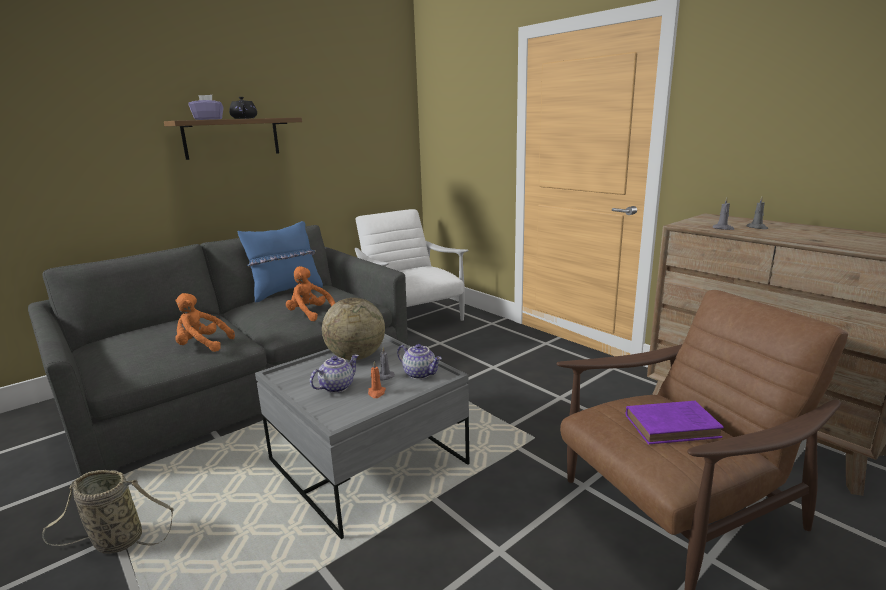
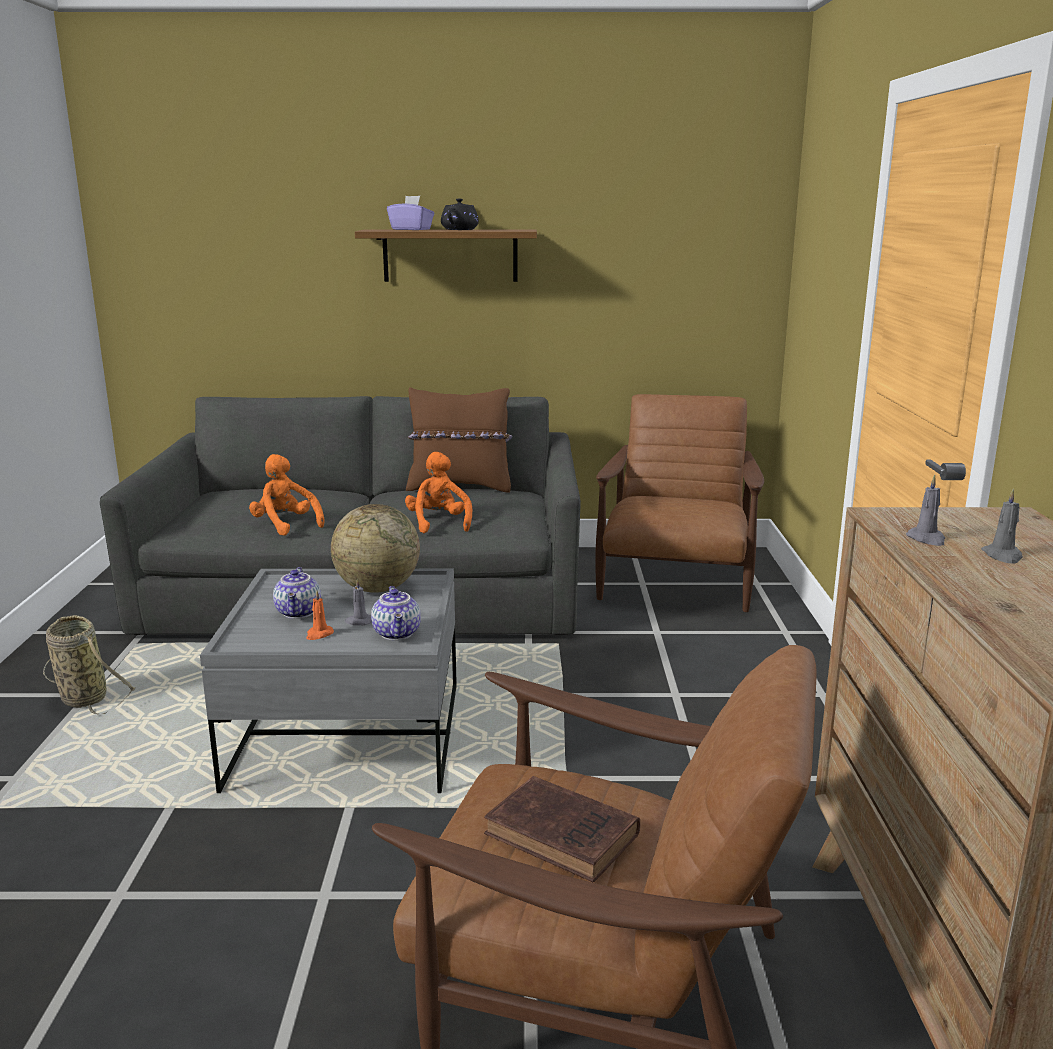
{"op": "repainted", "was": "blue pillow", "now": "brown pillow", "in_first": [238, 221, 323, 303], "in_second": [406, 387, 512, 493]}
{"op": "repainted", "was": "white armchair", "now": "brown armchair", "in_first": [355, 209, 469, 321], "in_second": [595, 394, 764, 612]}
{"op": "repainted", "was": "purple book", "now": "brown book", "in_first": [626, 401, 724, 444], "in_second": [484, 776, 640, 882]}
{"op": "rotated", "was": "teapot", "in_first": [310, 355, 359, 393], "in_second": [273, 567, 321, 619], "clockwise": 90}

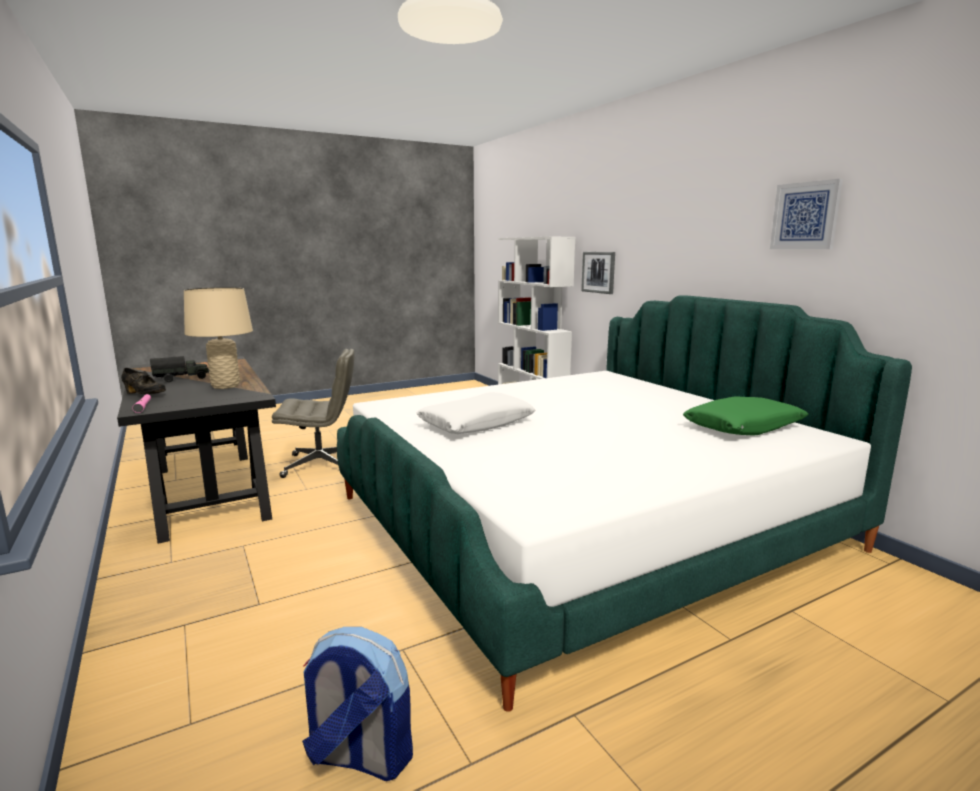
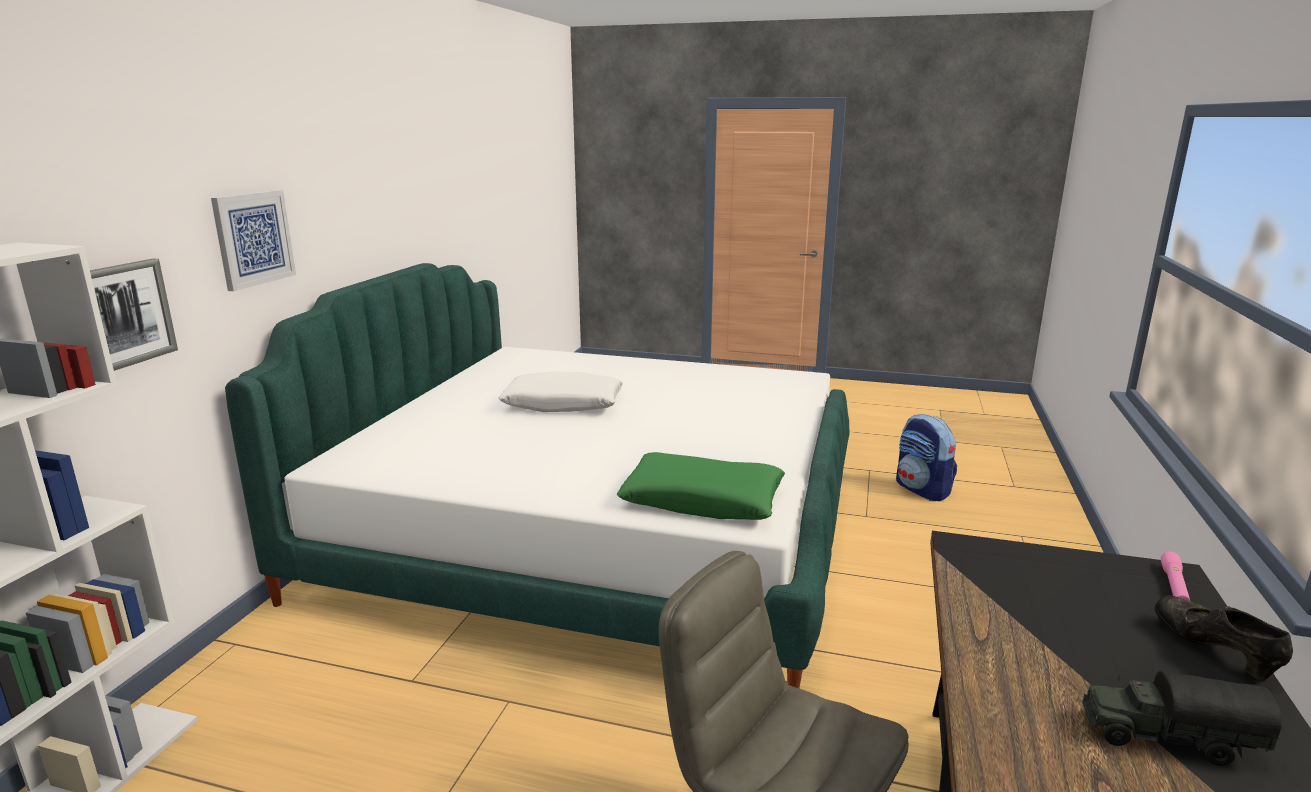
{"op": "gone", "was": "beige table lamp", "in_first": [184, 287, 253, 389]}
{"op": "shifted", "was": "white pillow", "in_first": [416, 392, 535, 434], "in_second": [499, 372, 623, 412]}
{"op": "shifted", "was": "green pillow", "in_first": [683, 396, 808, 436], "in_second": [617, 452, 785, 520]}
{"op": "shifted", "was": "picture", "in_first": [770, 179, 843, 249], "in_second": [211, 190, 296, 291]}

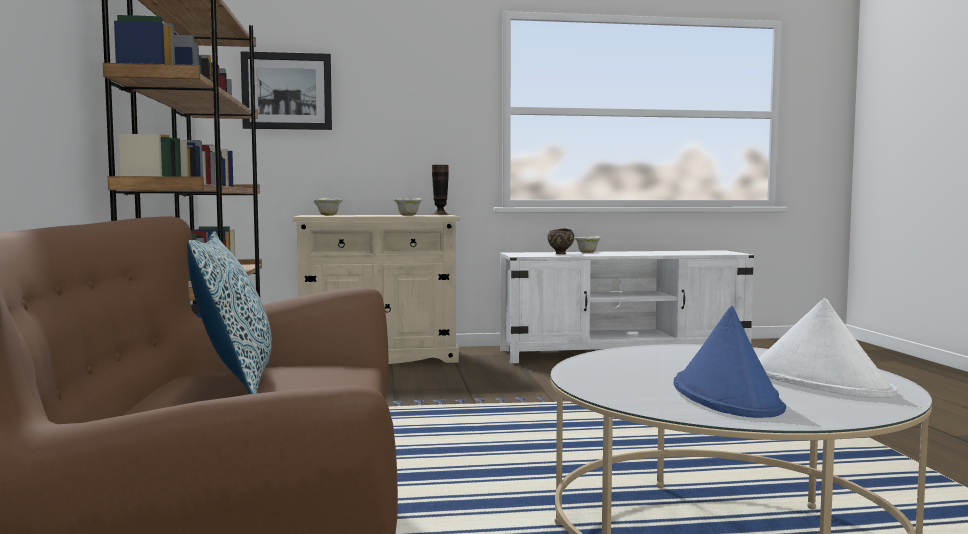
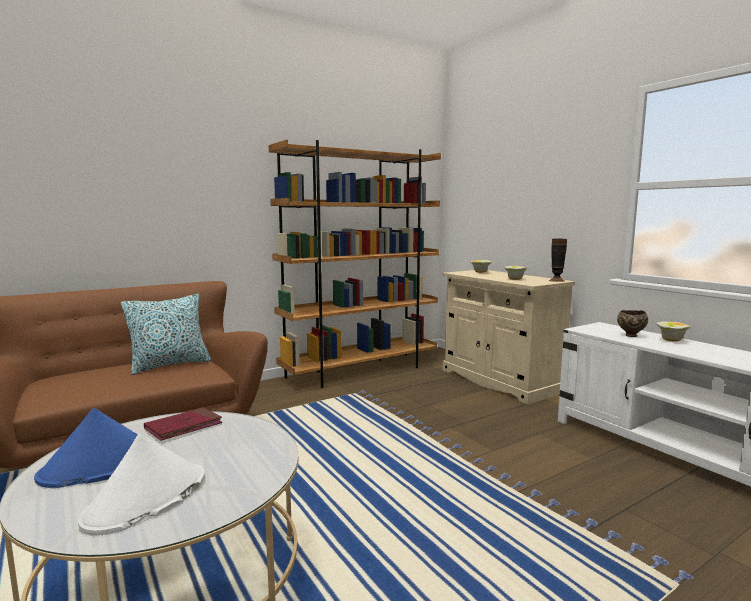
{"op": "gone", "was": "picture", "in_first": [241, 51, 332, 130]}
{"op": "new", "now": "red book", "in_second": [144, 407, 222, 441]}

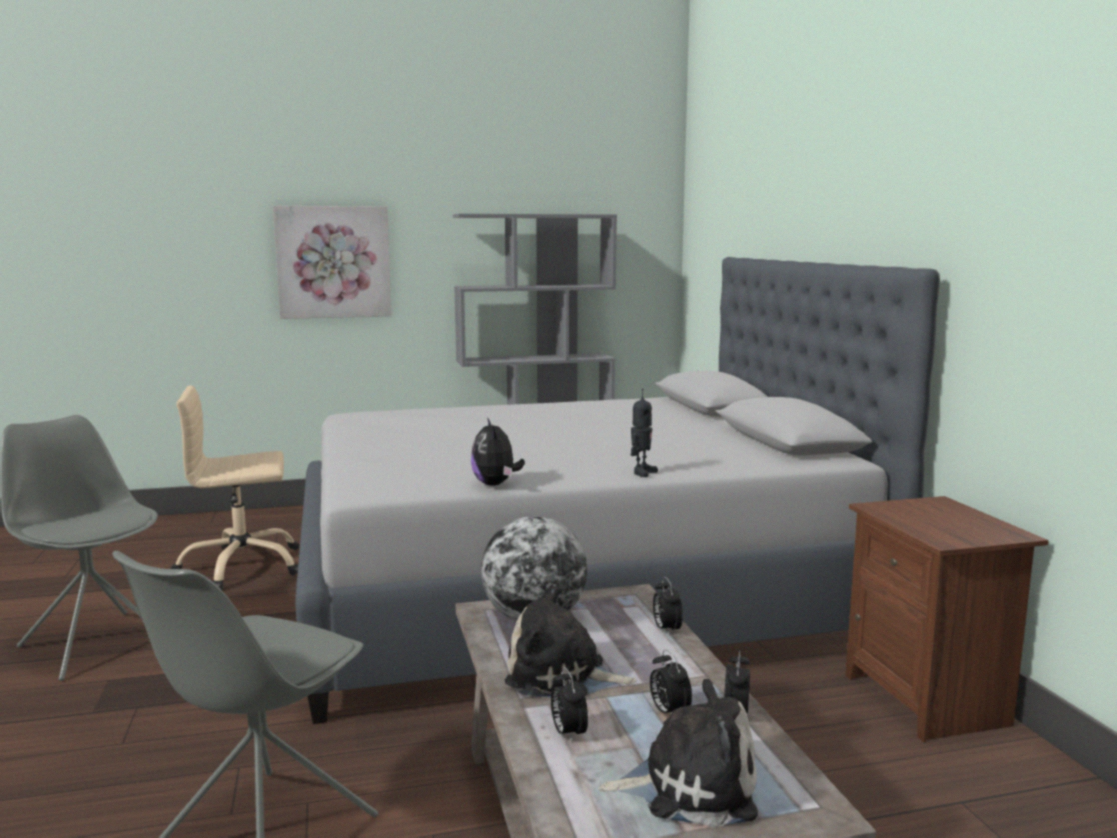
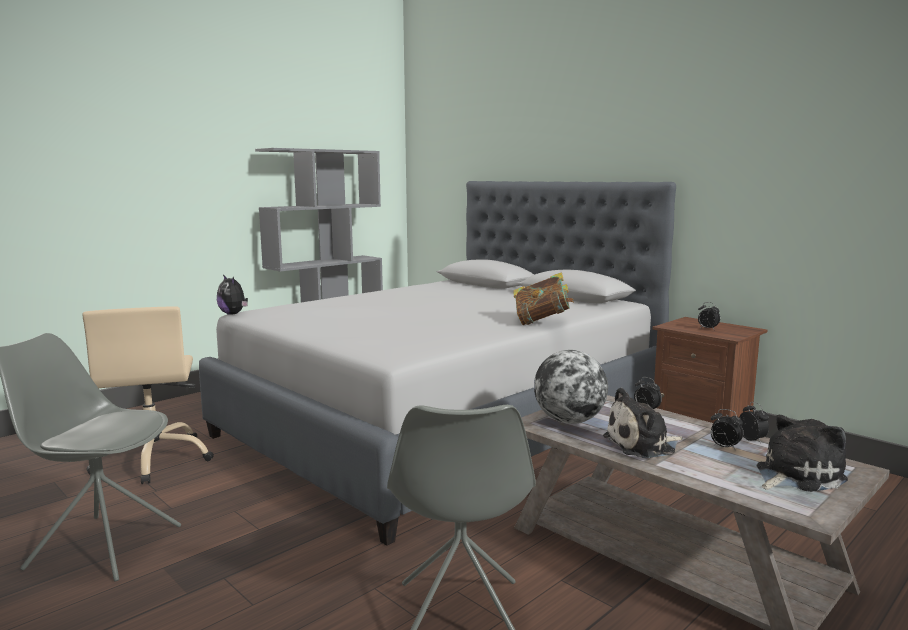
{"op": "gone", "was": "picture", "in_first": [273, 206, 392, 319]}
{"op": "shifted", "was": "plush toy", "in_first": [471, 417, 525, 486], "in_second": [217, 274, 248, 315]}
{"op": "shifted", "was": "alarm clock", "in_first": [551, 667, 588, 743], "in_second": [698, 302, 720, 329]}
{"op": "swapped", "was": "toy robot", "now": "book", "in_first": [631, 389, 658, 477], "in_second": [513, 272, 574, 325]}
{"op": "rotated", "was": "beige office chair", "in_first": [171, 385, 299, 590], "in_second": [82, 306, 214, 484], "clockwise": -60}

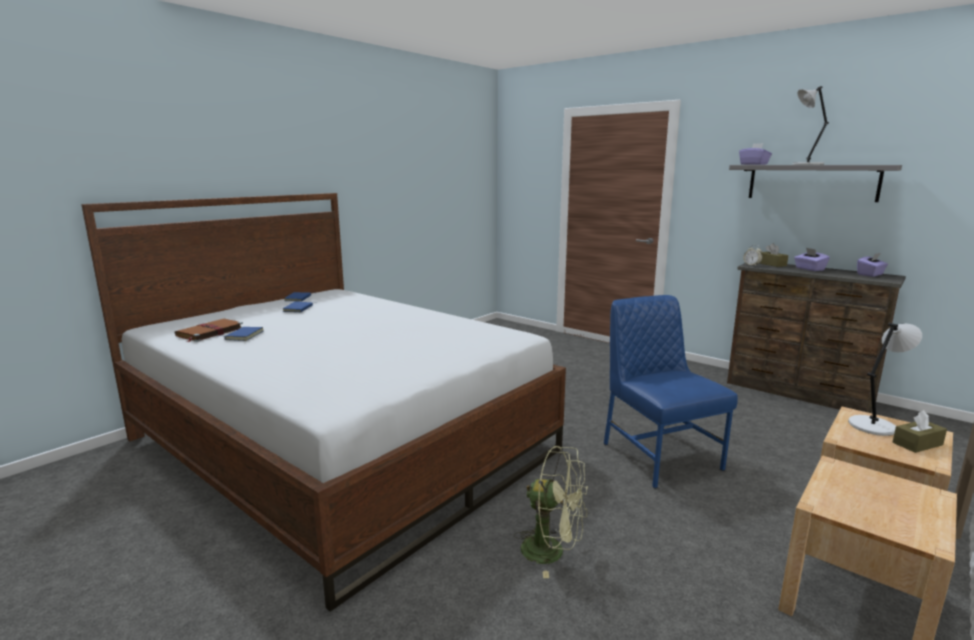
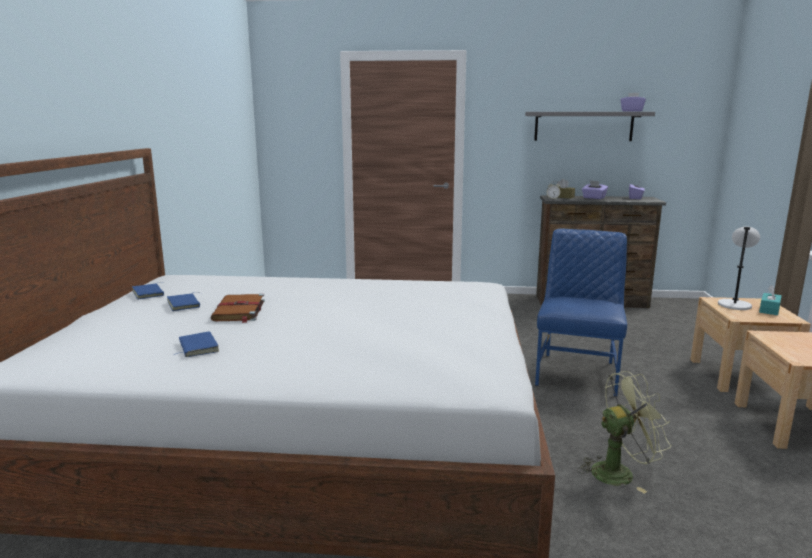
{"op": "gone", "was": "grey table lamp", "in_first": [793, 86, 829, 165]}
{"op": "shifted", "was": "brown book", "in_first": [175, 319, 243, 342], "in_second": [210, 294, 265, 323]}
{"op": "shifted", "was": "purple tissue box", "in_first": [739, 143, 772, 165], "in_second": [621, 93, 646, 112]}
{"op": "repainted", "was": "brown tissue box", "now": "turquoise tissue box", "in_first": [893, 410, 947, 453], "in_second": [759, 285, 782, 315]}
{"op": "rotated", "was": "blue chair", "in_first": [604, 295, 738, 489], "in_second": [535, 229, 627, 397], "clockwise": 75}

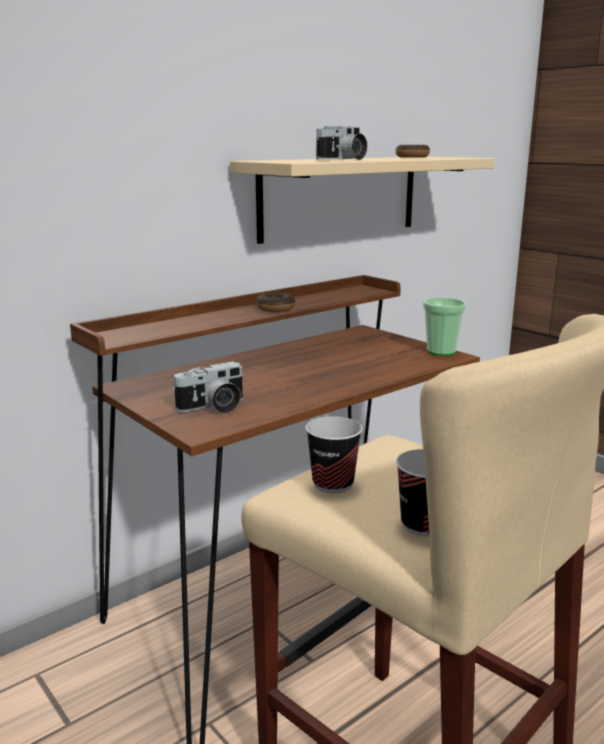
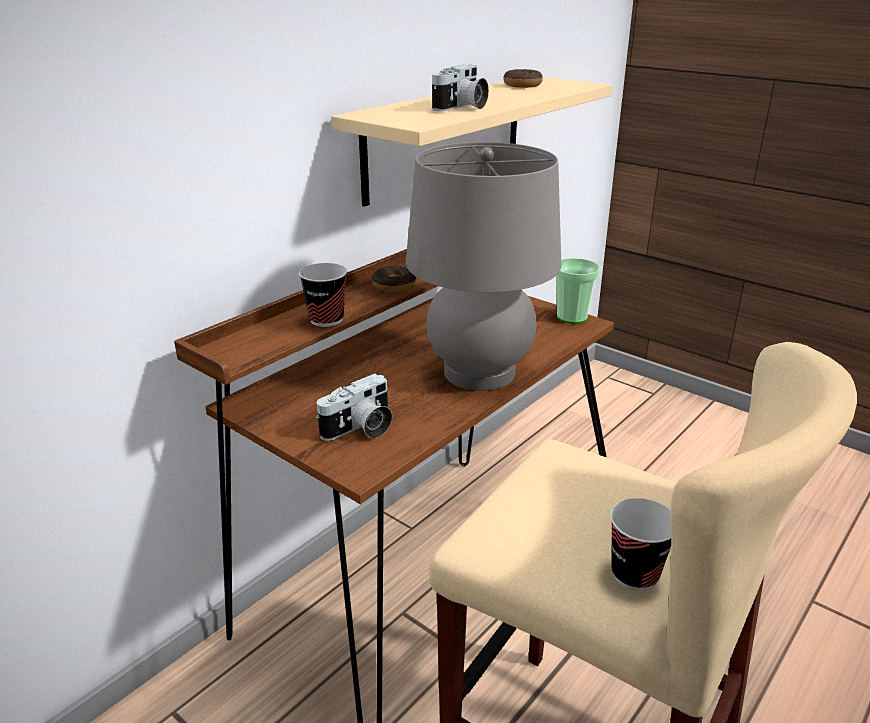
{"op": "new", "now": "grey table lamp", "in_second": [406, 142, 561, 391]}
{"op": "shifted", "was": "cup", "in_first": [306, 416, 363, 493], "in_second": [299, 263, 347, 327]}

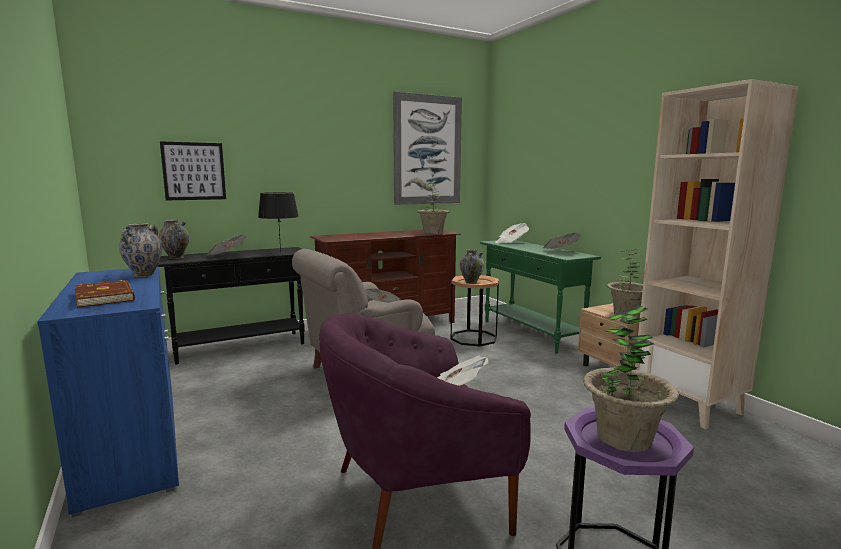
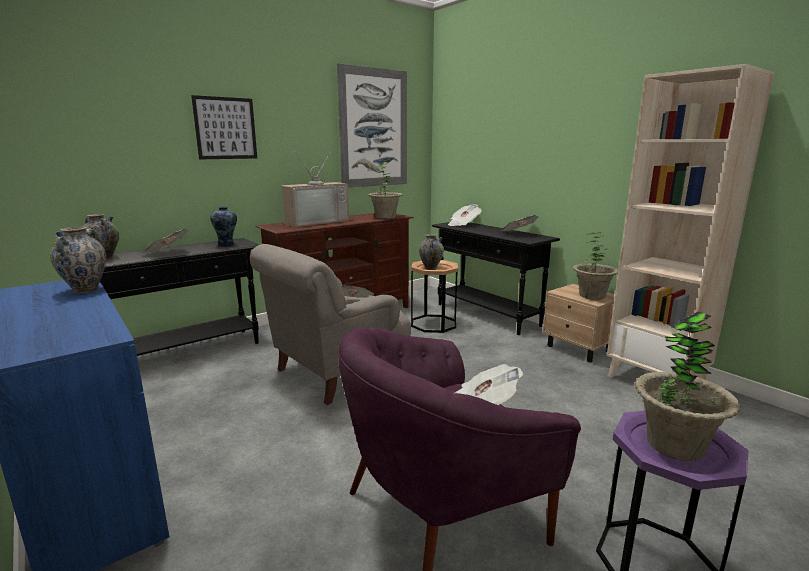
{"op": "gone", "was": "brown book", "in_first": [75, 280, 135, 308]}
{"op": "new", "now": "television", "in_second": [282, 152, 349, 227]}
{"op": "shifted", "was": "picture", "in_first": [160, 141, 226, 200], "in_second": [191, 95, 257, 159]}
{"op": "swapped", "was": "black table lamp", "now": "vase", "in_first": [258, 192, 299, 252], "in_second": [210, 206, 237, 247]}
{"op": "repainted", "was": "green console table", "now": "black console table", "in_first": [480, 240, 601, 354], "in_second": [432, 222, 560, 335]}

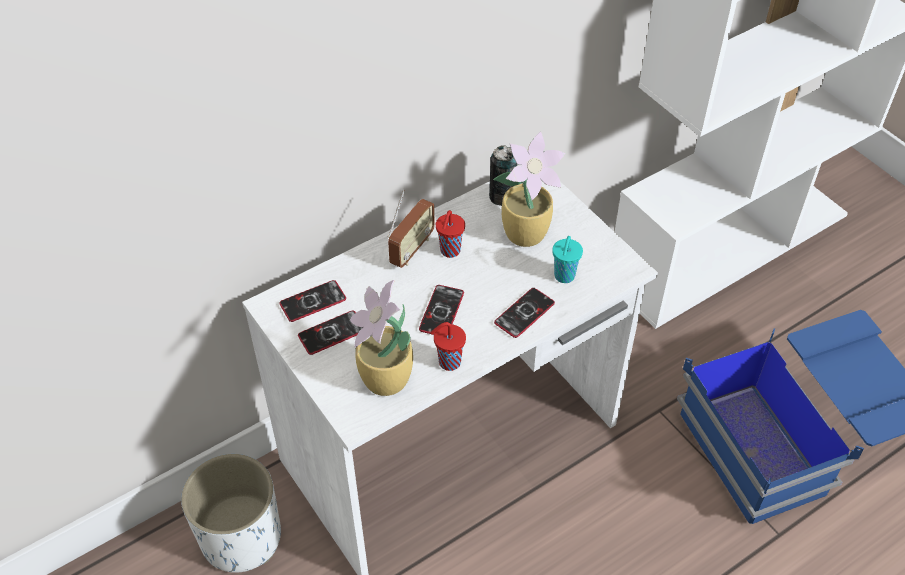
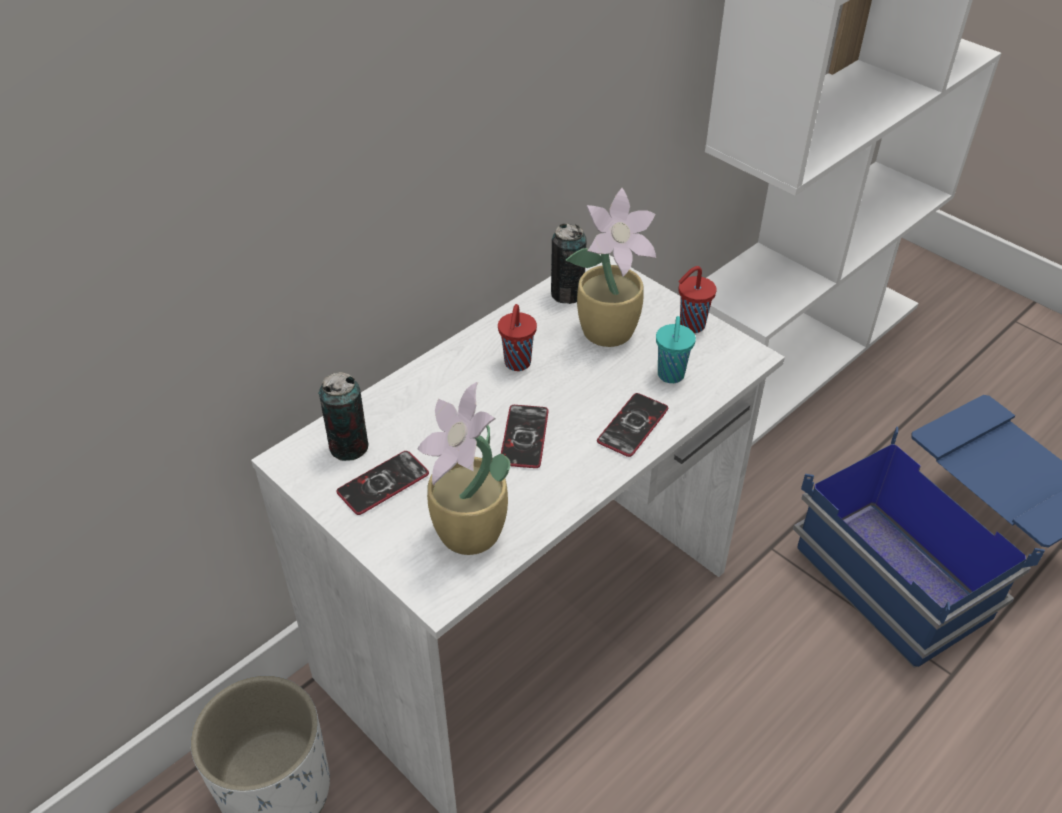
{"op": "gone", "was": "radio", "in_first": [388, 190, 435, 268]}
{"op": "shifted", "was": "red cup", "in_first": [430, 322, 466, 371], "in_second": [678, 266, 717, 333]}
{"op": "swapped", "was": "phone", "now": "can", "in_first": [279, 280, 346, 322], "in_second": [318, 372, 369, 461]}

